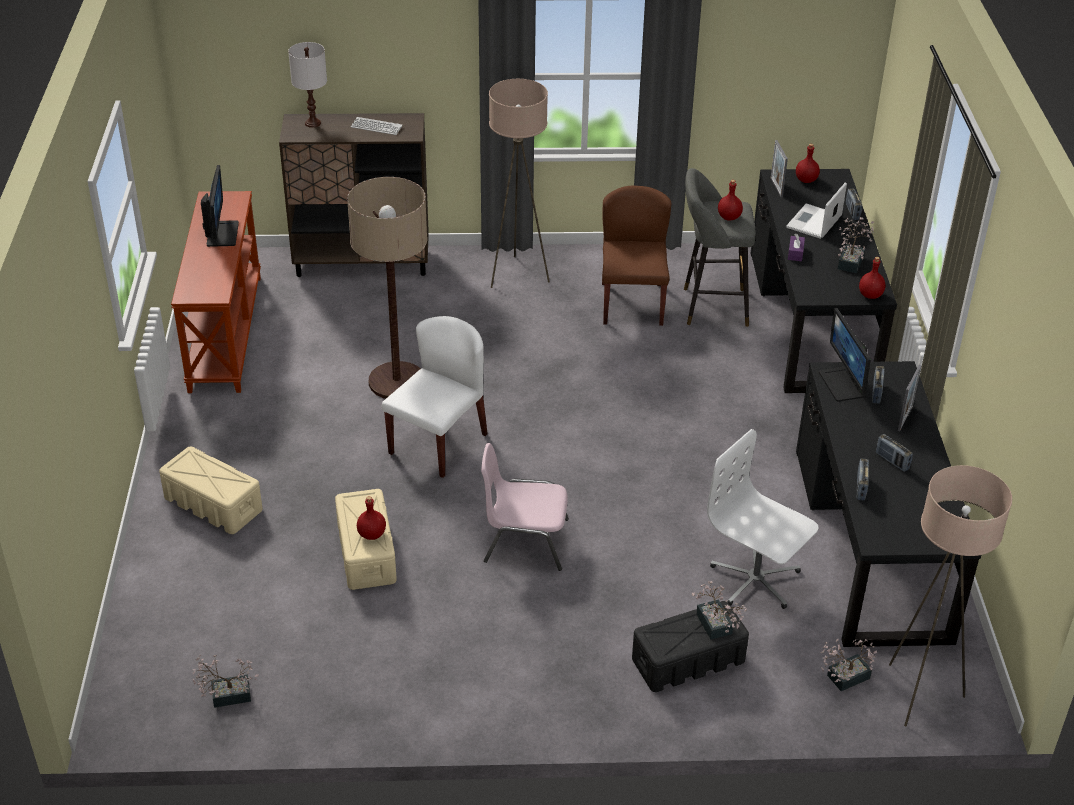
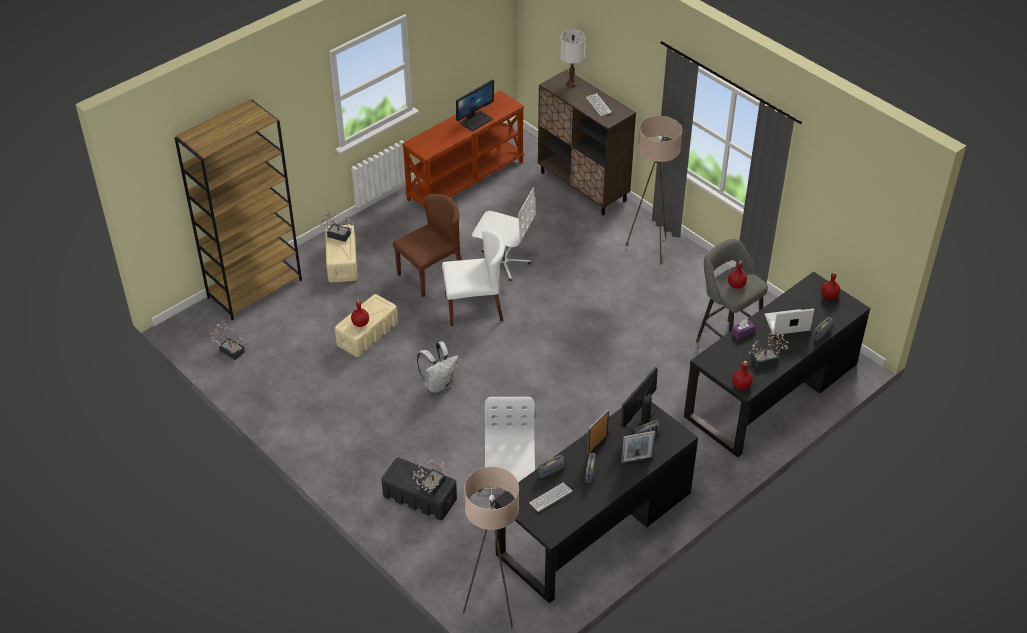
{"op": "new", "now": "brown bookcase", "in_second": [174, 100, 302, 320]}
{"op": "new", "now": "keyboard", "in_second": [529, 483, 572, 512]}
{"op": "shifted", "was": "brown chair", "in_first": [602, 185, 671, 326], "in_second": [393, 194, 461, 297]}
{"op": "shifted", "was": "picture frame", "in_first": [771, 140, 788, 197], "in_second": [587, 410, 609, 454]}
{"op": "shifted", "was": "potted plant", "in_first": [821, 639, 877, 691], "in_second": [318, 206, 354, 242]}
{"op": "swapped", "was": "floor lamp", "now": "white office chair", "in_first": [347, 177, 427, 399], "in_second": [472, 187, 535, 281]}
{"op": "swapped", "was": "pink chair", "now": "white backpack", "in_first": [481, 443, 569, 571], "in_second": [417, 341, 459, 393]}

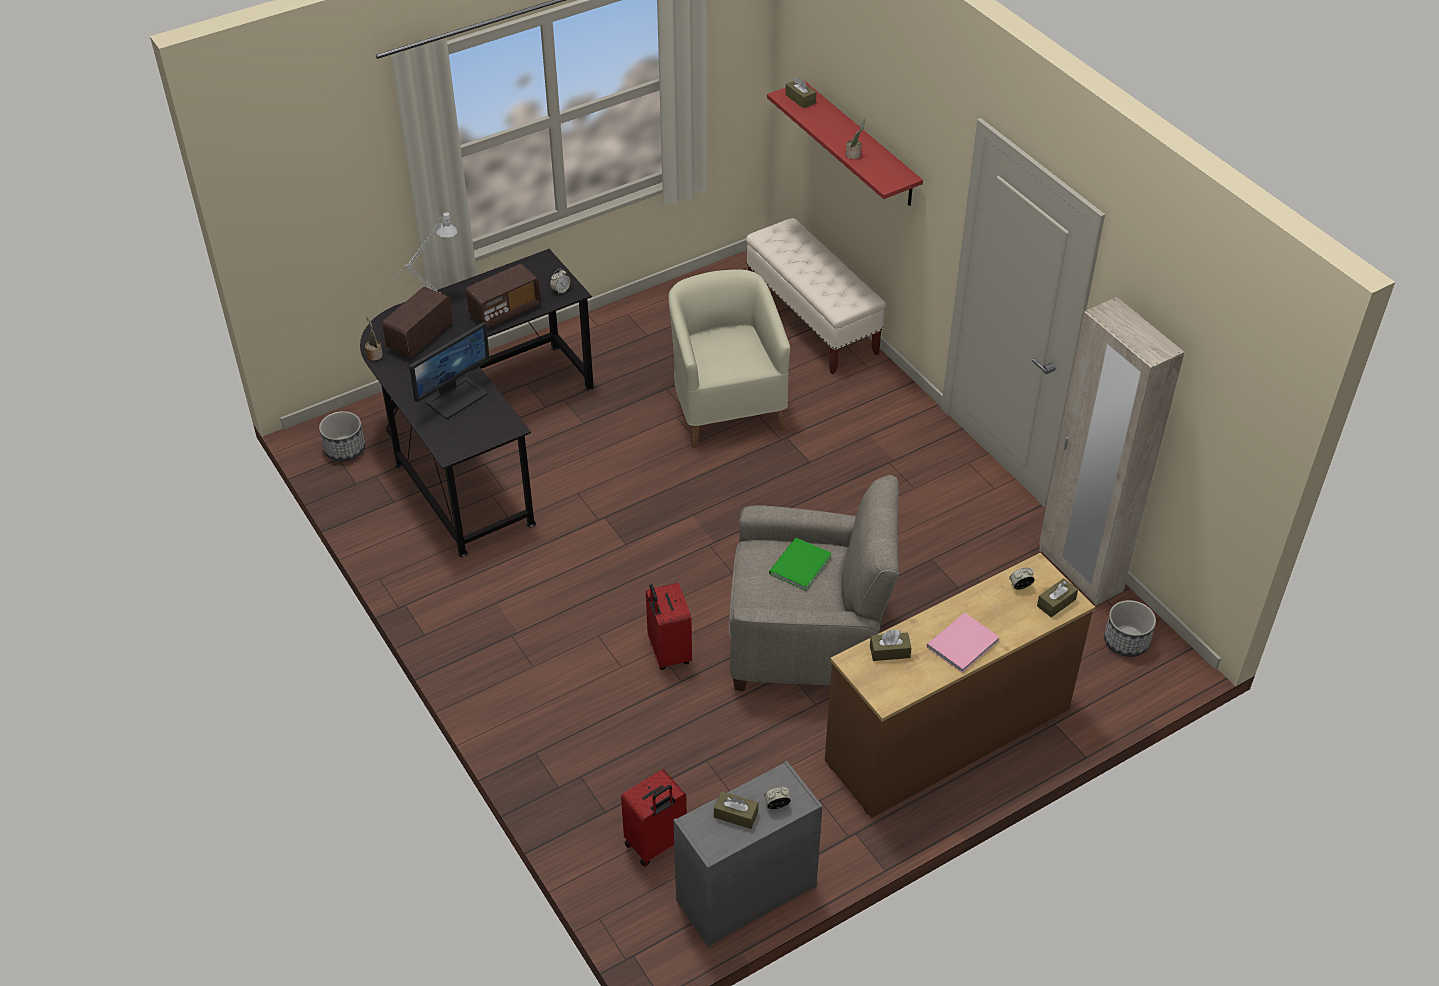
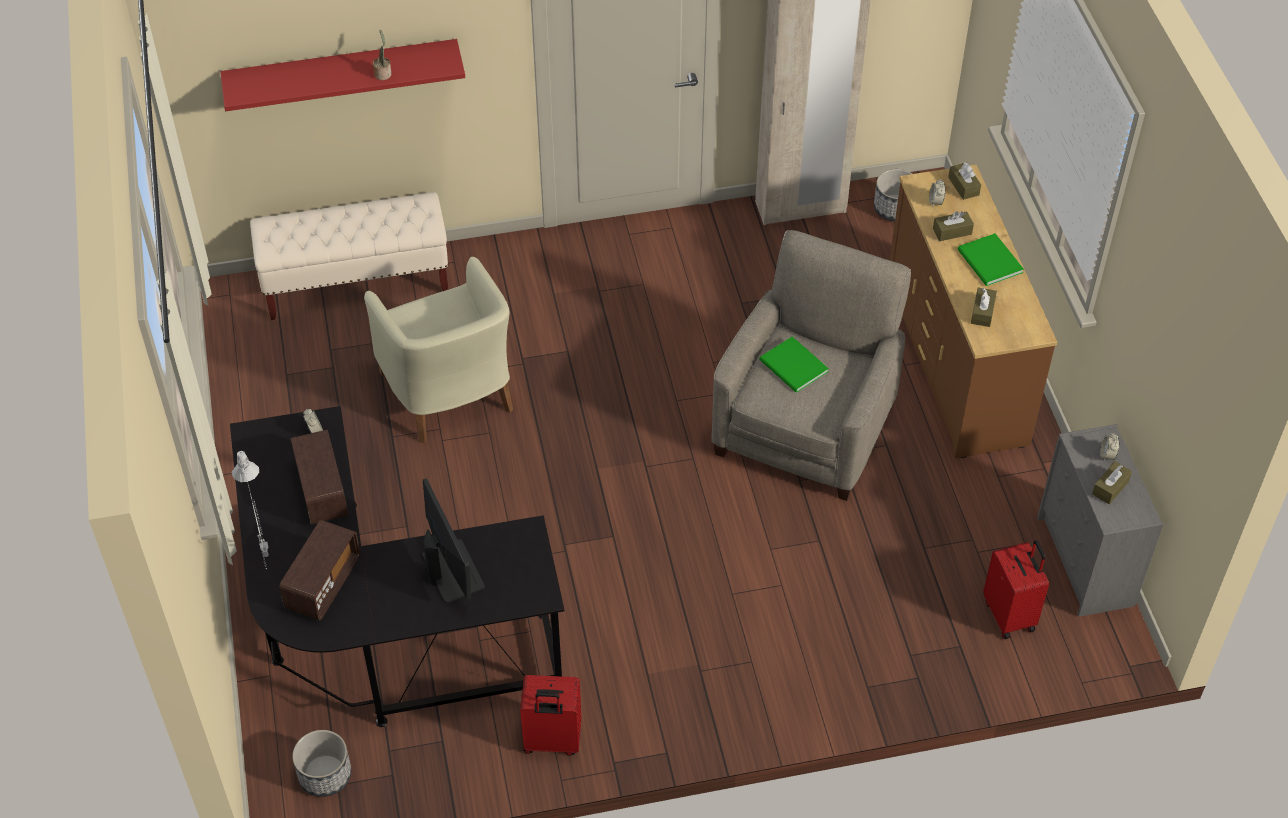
{"op": "gone", "was": "potted plant", "in_first": [365, 317, 383, 361]}
{"op": "shifted", "was": "red suitcase", "in_first": [646, 583, 692, 670], "in_second": [520, 675, 581, 756]}
{"op": "shifted", "was": "brown tissue box", "in_first": [785, 77, 816, 108], "in_second": [933, 211, 974, 241]}
{"op": "repainted", "was": "pink book", "now": "green book", "in_first": [927, 613, 1000, 673], "in_second": [957, 233, 1024, 286]}
{"op": "rotated", "was": "radio", "in_first": [382, 286, 453, 358], "in_second": [279, 520, 360, 620], "clockwise": -120}
{"op": "rotated", "was": "beige armchair", "in_first": [669, 270, 790, 448], "in_second": [364, 257, 513, 443], "clockwise": -120}

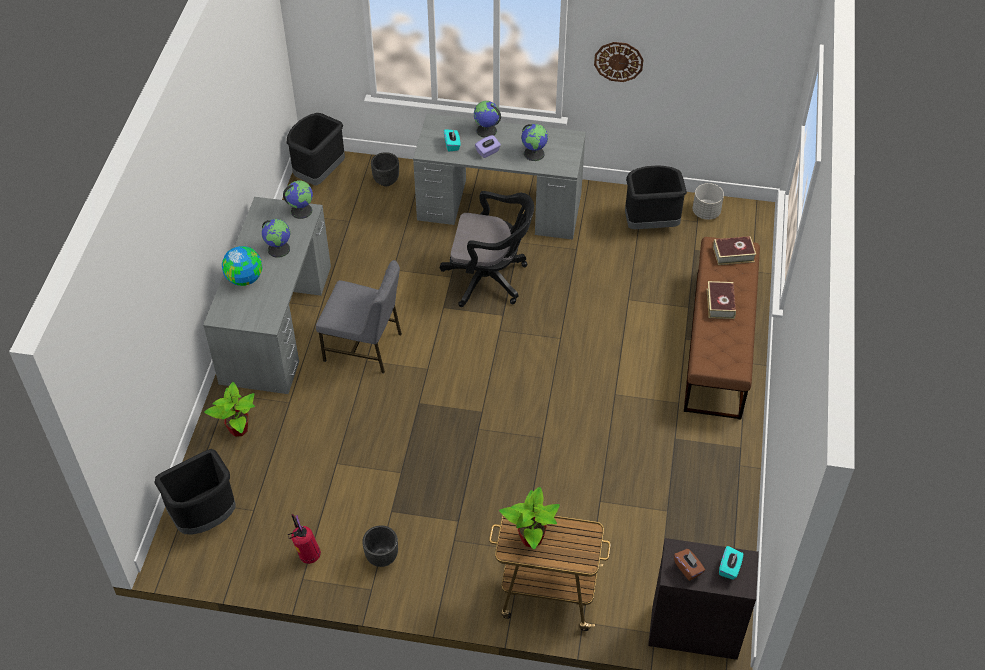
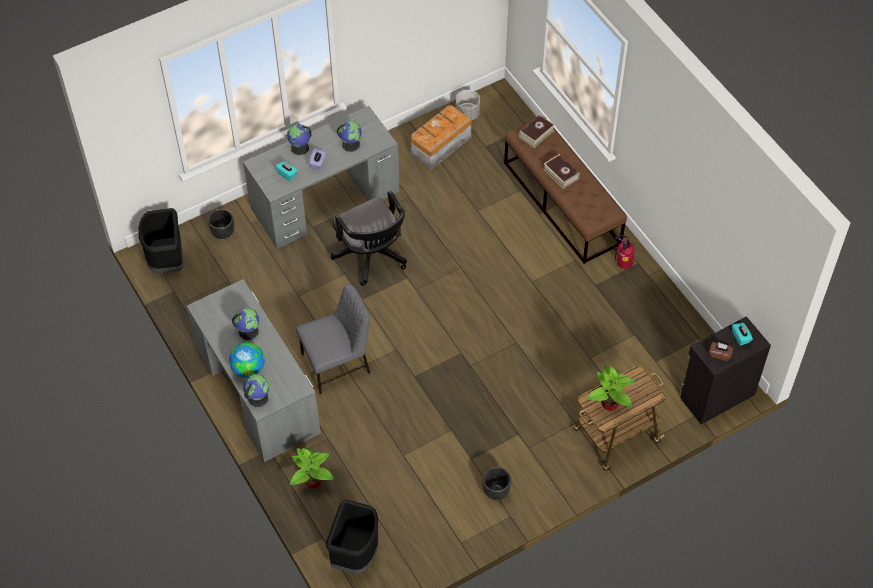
{"op": "gone", "was": "wall clock", "in_first": [594, 42, 644, 82]}
{"op": "shifted", "was": "globe", "in_first": [283, 180, 313, 219], "in_second": [243, 374, 269, 407]}
{"op": "shifted", "was": "fire extinguisher", "in_first": [288, 514, 321, 564], "in_second": [614, 235, 634, 269]}
{"op": "swapped", "was": "black trash can", "now": "storage box", "in_first": [625, 165, 687, 229], "in_second": [411, 105, 472, 171]}
{"op": "rotated", "was": "black office chair", "in_first": [440, 191, 534, 307], "in_second": [330, 191, 407, 286], "clockwise": 90}

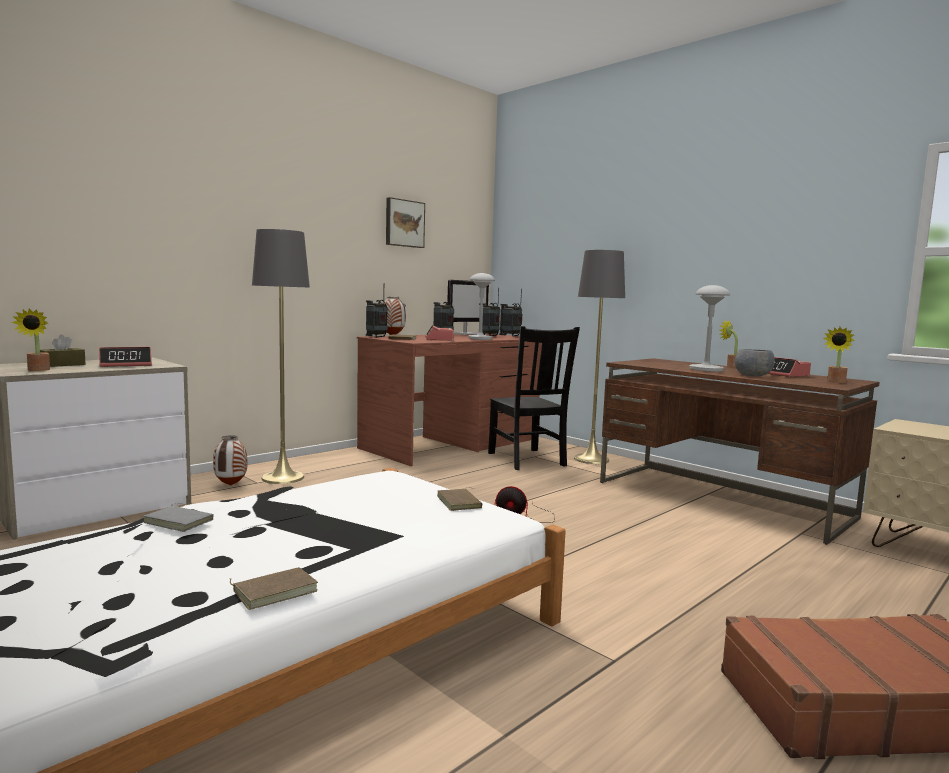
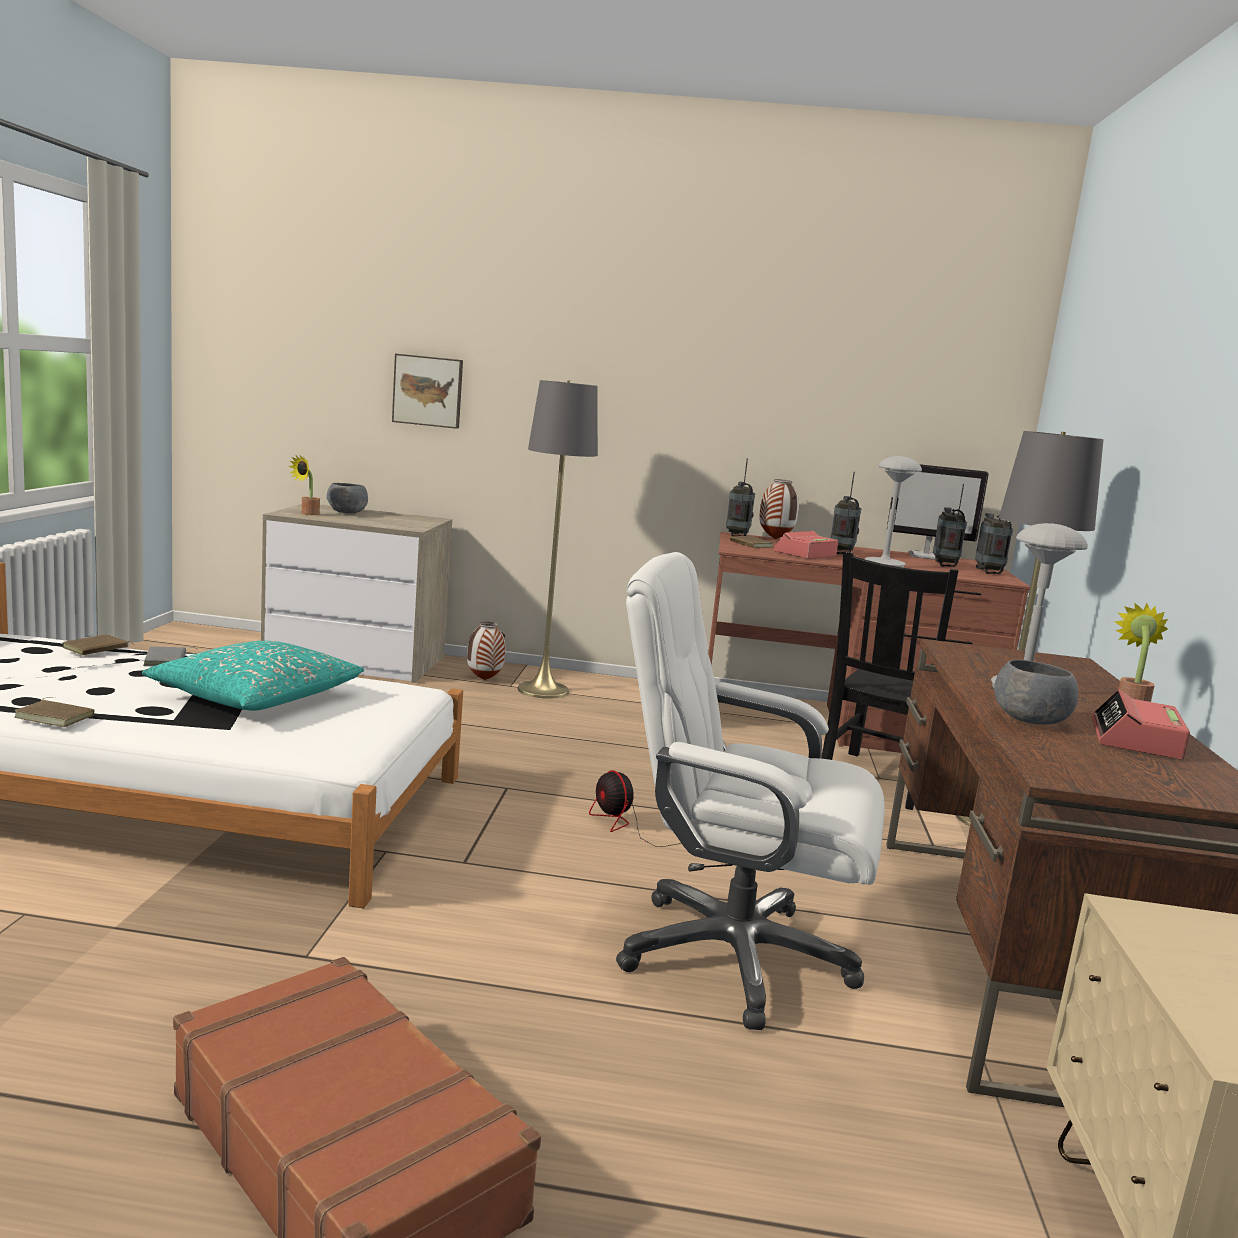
{"op": "gone", "was": "alarm clock", "in_first": [99, 347, 152, 367]}
{"op": "gone", "was": "potted plant", "in_first": [823, 327, 855, 383]}
{"op": "new", "now": "turquoise pillow", "in_second": [142, 641, 364, 711]}
{"op": "new", "now": "white office chair", "in_second": [616, 552, 885, 1030]}
{"op": "shifted", "was": "picture", "in_first": [386, 197, 425, 248], "in_second": [392, 354, 463, 429]}
{"op": "shifted", "was": "brown book", "in_first": [437, 487, 482, 511], "in_second": [62, 634, 134, 655]}
{"op": "swapped", "was": "brown tissue box", "now": "grey bowl", "in_first": [40, 335, 86, 367], "in_second": [327, 483, 368, 513]}

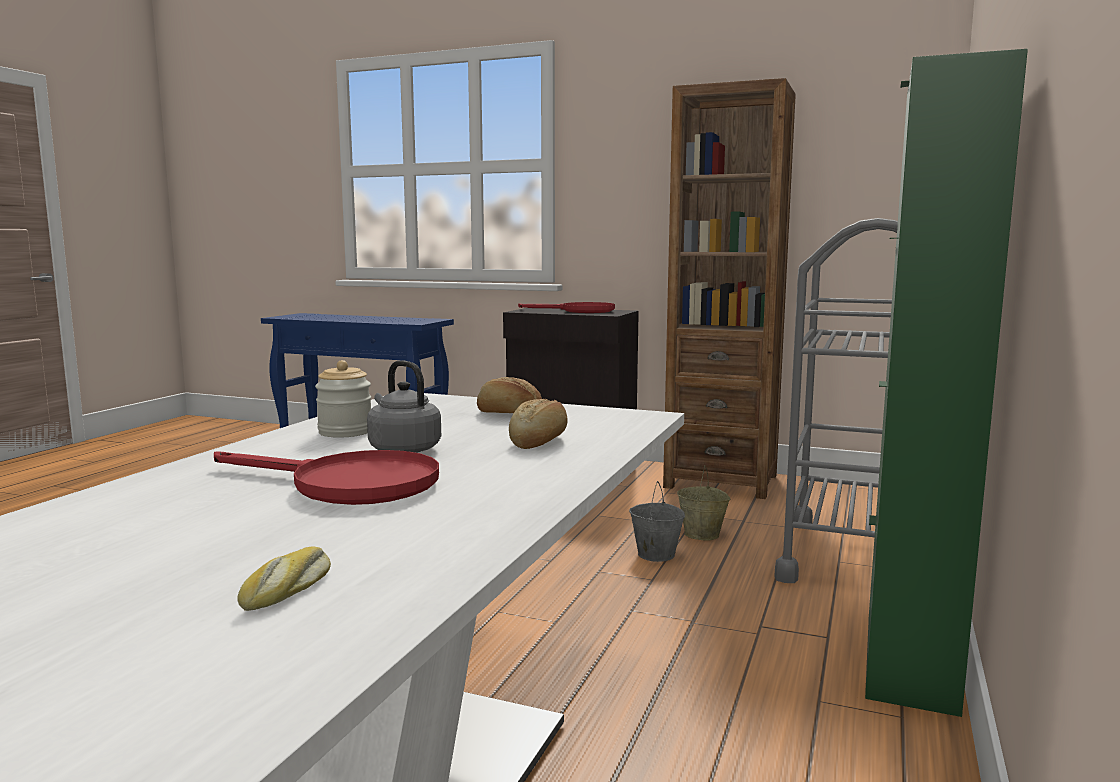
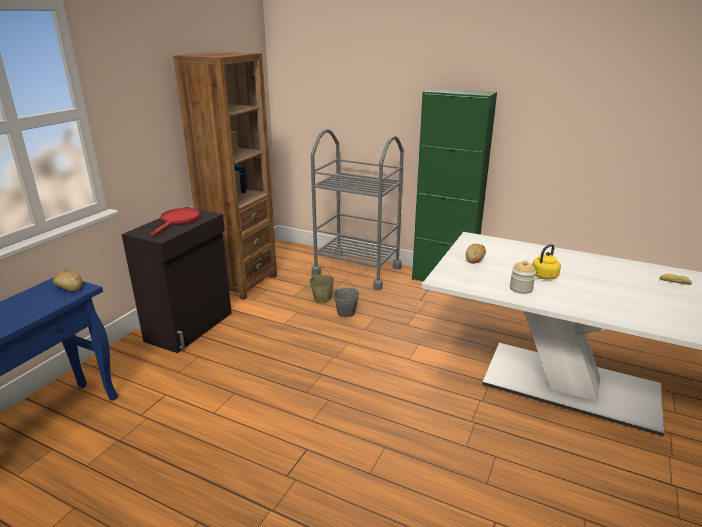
{"op": "gone", "was": "red frying pan", "in_first": [214, 450, 439, 505]}
{"op": "shifted", "was": "bread", "in_first": [509, 399, 568, 449], "in_second": [53, 270, 83, 292]}
{"op": "repainted", "was": "grey kettle", "now": "yellow kettle", "in_first": [367, 361, 441, 453], "in_second": [532, 244, 561, 280]}

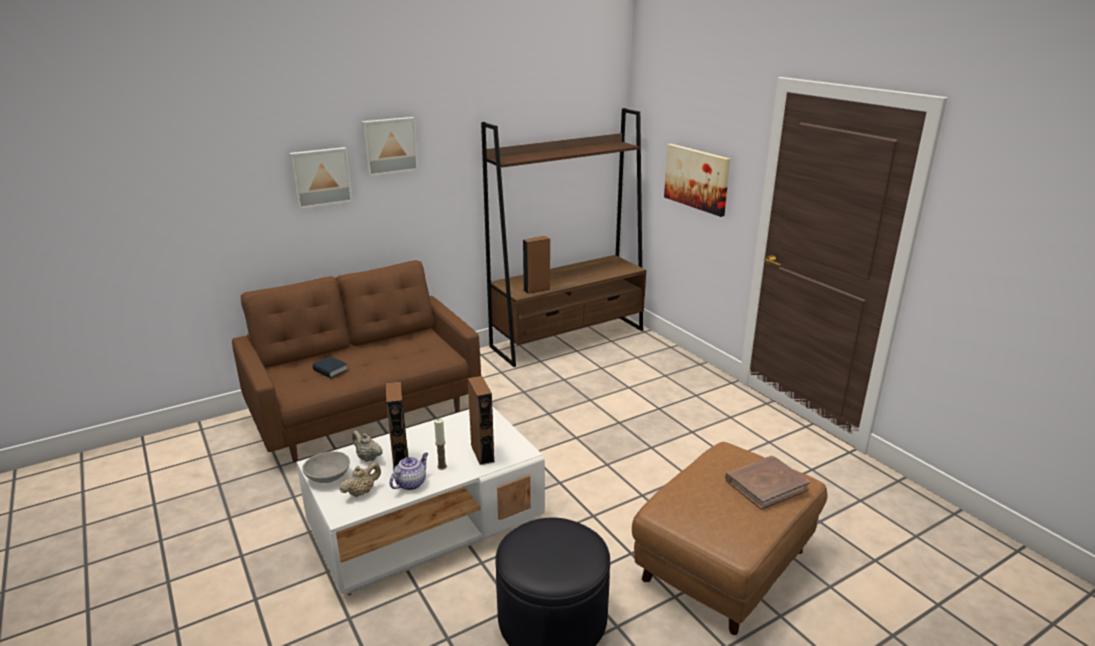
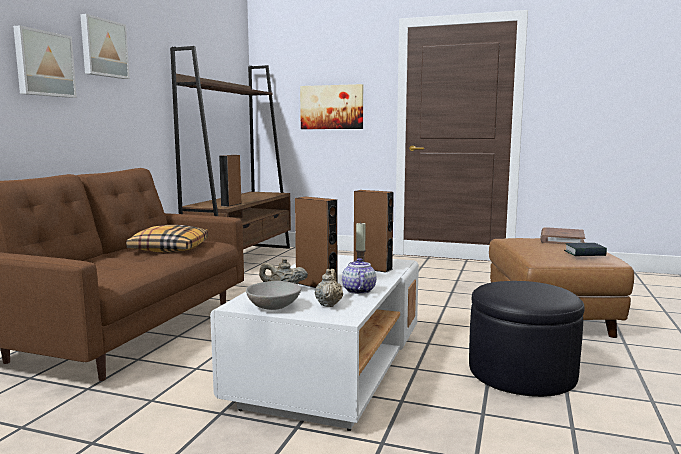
{"op": "new", "now": "pillow", "in_second": [126, 225, 208, 252]}
{"op": "shifted", "was": "book", "in_first": [312, 356, 348, 378], "in_second": [564, 243, 607, 256]}

